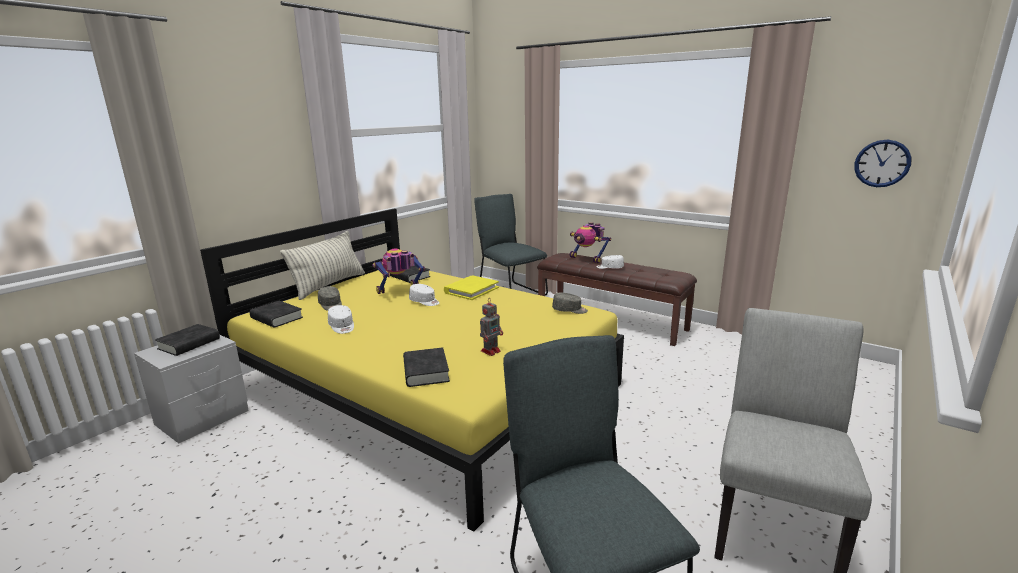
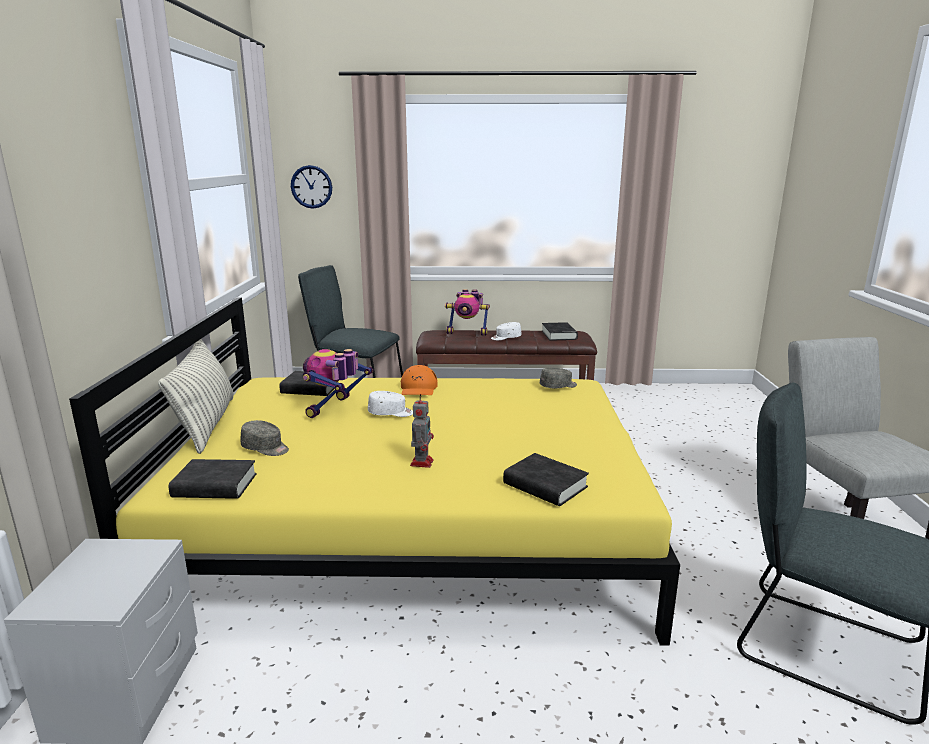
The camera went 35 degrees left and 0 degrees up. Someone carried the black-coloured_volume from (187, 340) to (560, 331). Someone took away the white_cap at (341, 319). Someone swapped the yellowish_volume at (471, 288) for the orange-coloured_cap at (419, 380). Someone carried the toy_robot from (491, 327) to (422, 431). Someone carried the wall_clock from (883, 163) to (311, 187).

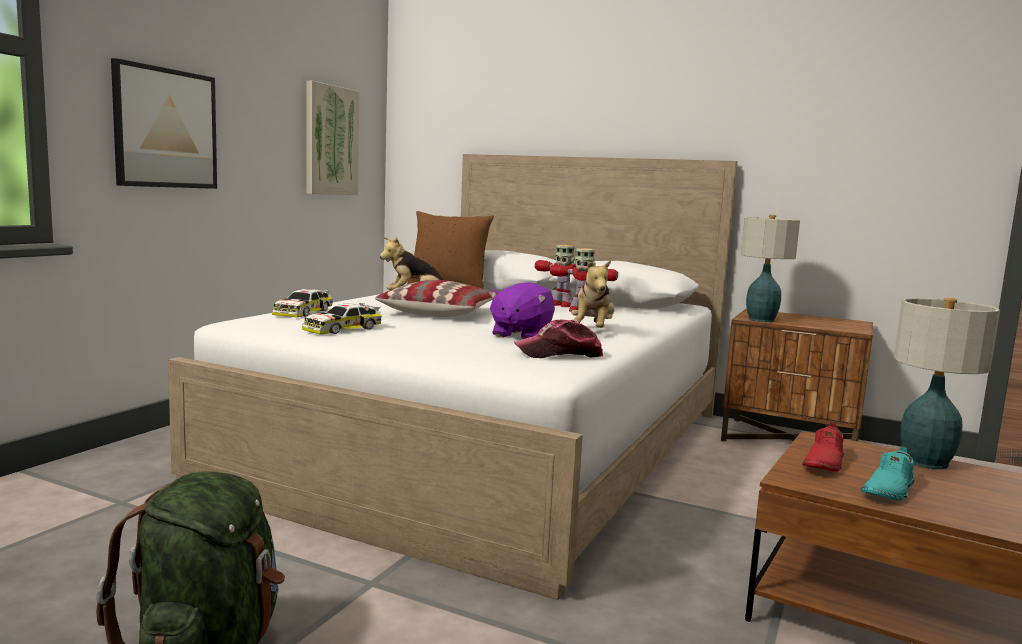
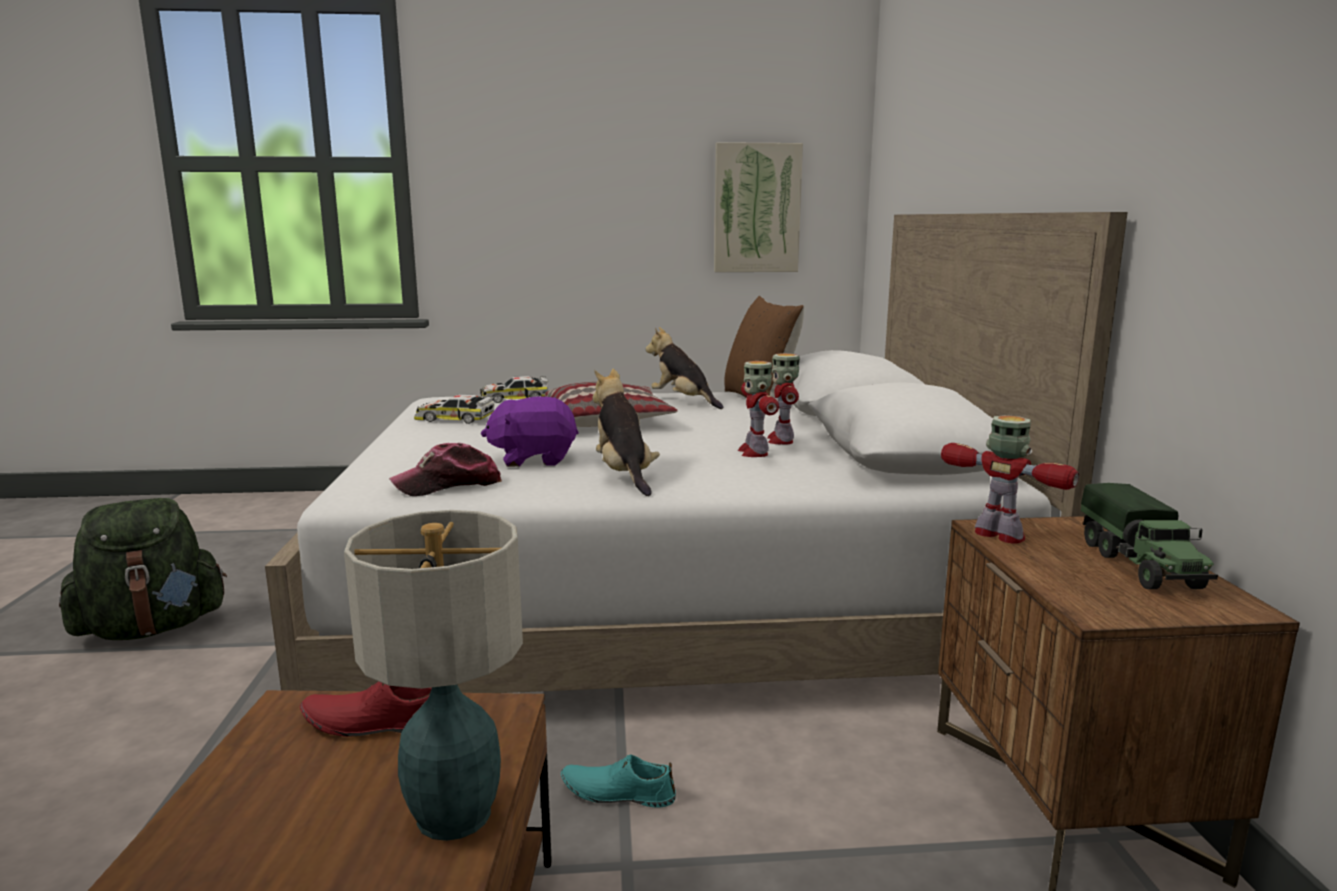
The camera went 60 degrees right and 5 degrees up. Someone took away the picture at (164, 123). Someone rotated the cap at (558, 339) by 75 degrees counterclockwise. Someone rotated the soft_toy at (593, 294) by 90 degrees clockwise. Someone swapped the tabletop_lamp at (770, 268) for the toy_robot at (1010, 479). Someone carried the turquoise_shoe from (887, 473) to (618, 781). Someone put down the toy_truck at (1149, 536).

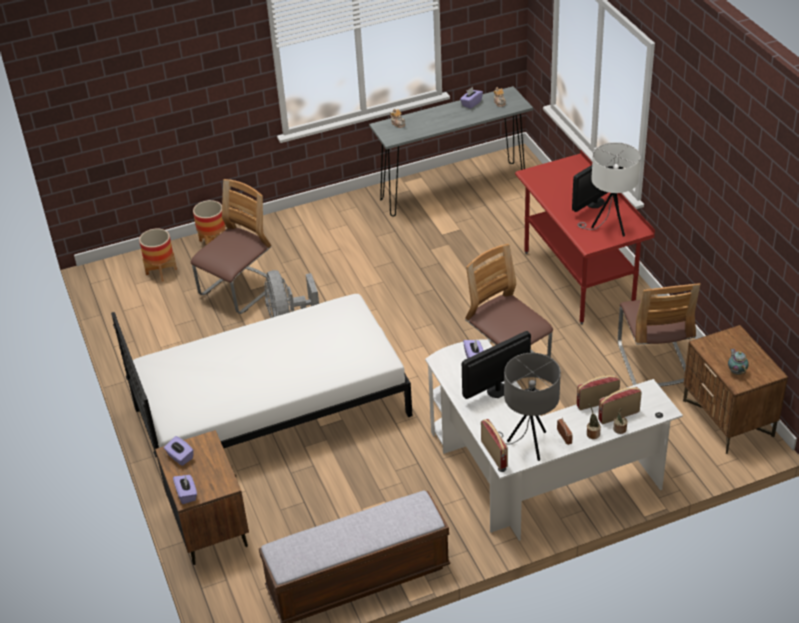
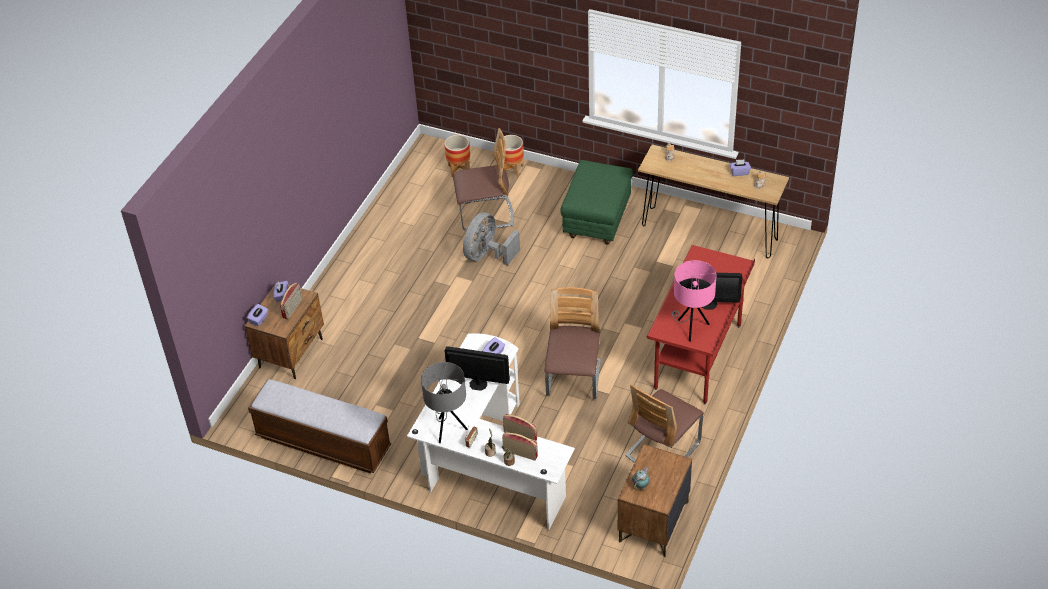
The camera went 45 degrees right and 5 degrees up. Someone took away the white_bedroom_bed at (262, 394). Someone repainted the gray_narrow_table at (451, 151), which became the brown-coloured_narrow_table at (713, 201). Someone carried the radio from (494, 444) to (291, 301). Someone repainted the white_tabletop_lamp at (609, 189), which became the pink-coloured_tabletop_lamp at (694, 300). Someone put down the greenish_ottoman at (596, 202).

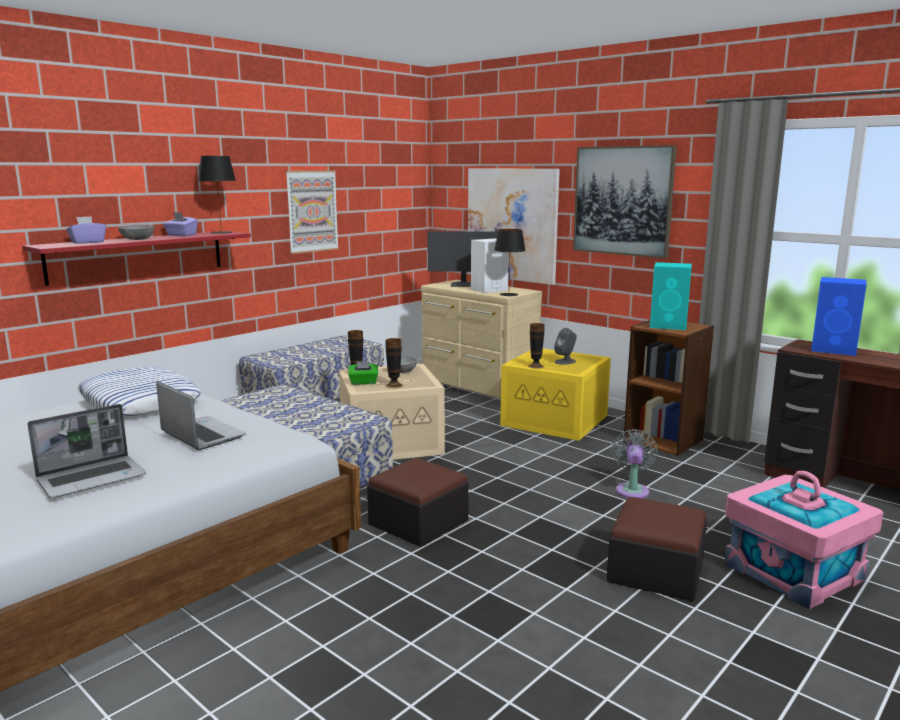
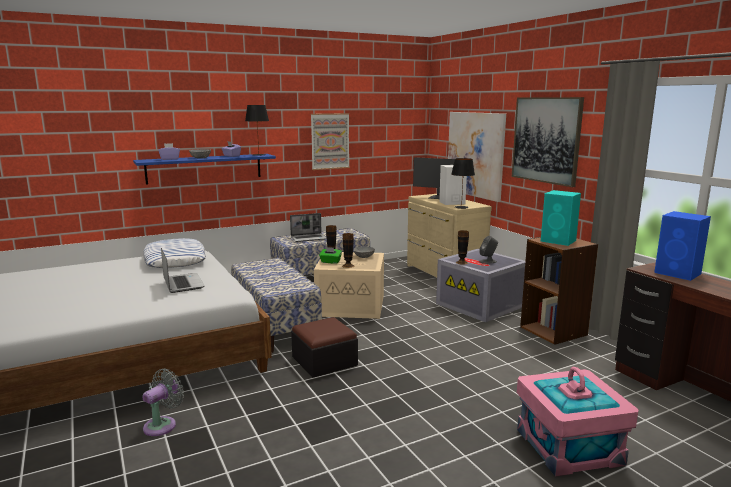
The camera went 20 degrees right and 0 degrees up. Someone repainted the reddish_shelf at (136, 258), which became the bluish_shelf at (204, 169). Someone carried the portable_computer from (86, 451) to (308, 227). Someone repainted the yellowish_storage_box at (555, 395), which became the gray_storage_box at (480, 285). Someone took away the ottoman at (657, 549). Someone carried the gray_fan from (635, 463) to (163, 402).

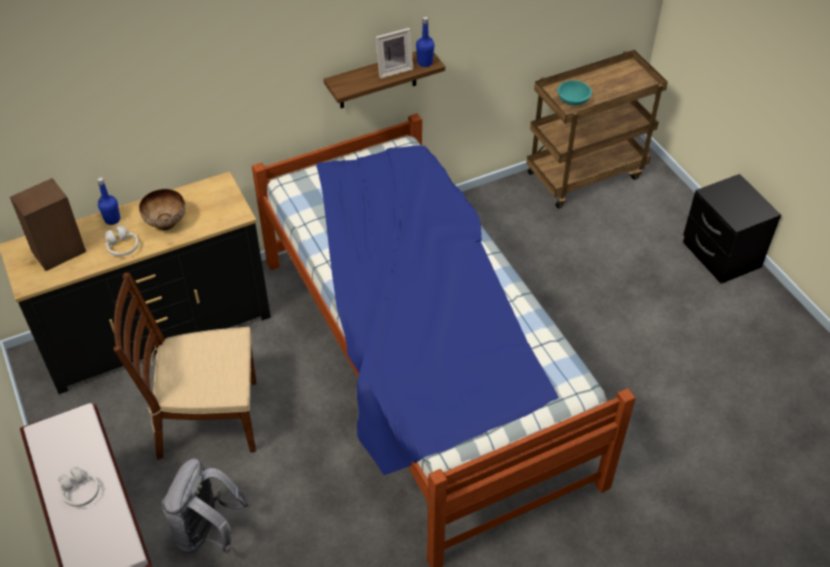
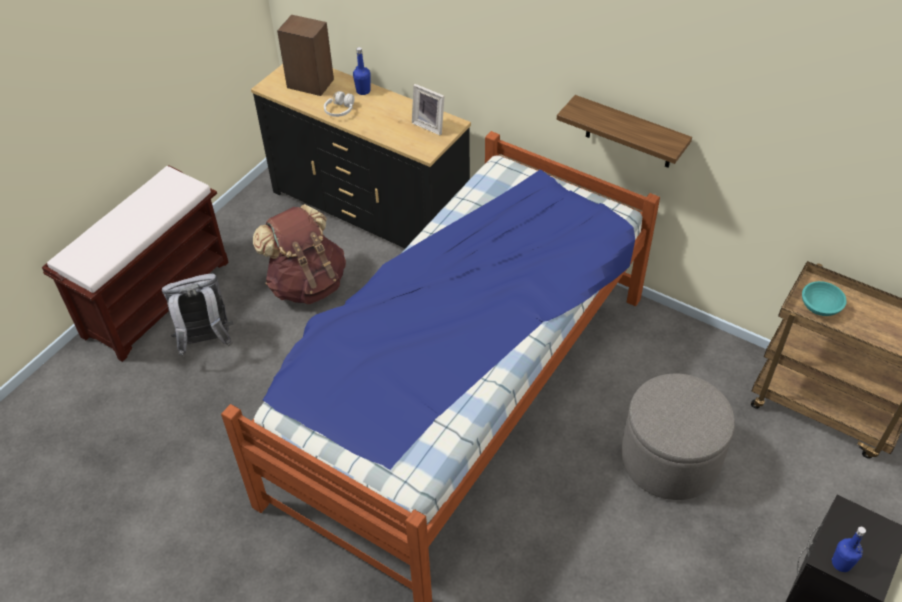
The camera went 60 degrees right and 0 degrees up. Someone took away the white_headset at (78, 487). Someone swapped the brown-coloured_plain_chair at (185, 366) for the brown-coloured_rucksack at (299, 254). Someone took away the bowl at (162, 209). Someone carried the picture_frame from (394, 53) to (428, 109). Someone carried the bluish_beverage_bottle from (425, 41) to (849, 549). Someone put down the gray_ottoman at (678, 436).

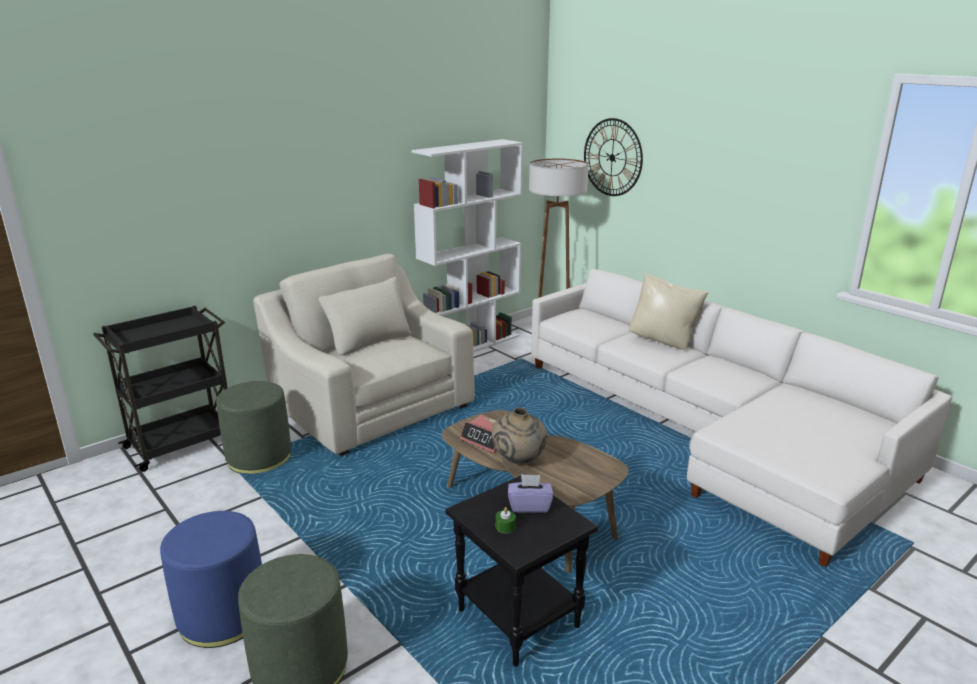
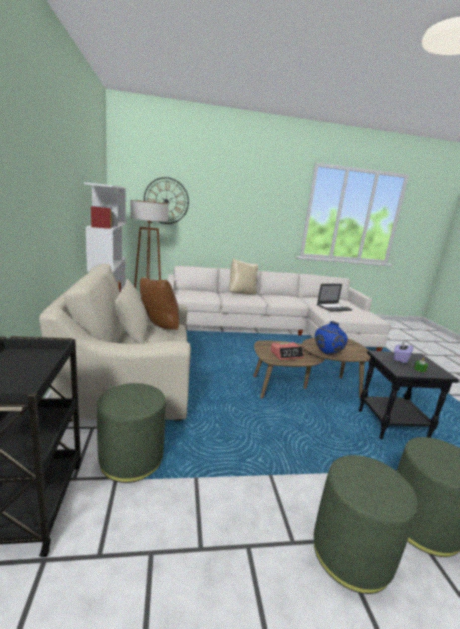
The camera went 60 degrees left and 5 degrees down. Someone repainted the bluish_ottoman at (211, 579), which became the greenish_ottoman at (366, 524). Someone repainted the beige_vase at (519, 435), which became the bluish_vase at (331, 338). Someone put down the brown-coloured_cushion at (160, 303). Someone put down the portable_computer at (335, 298).

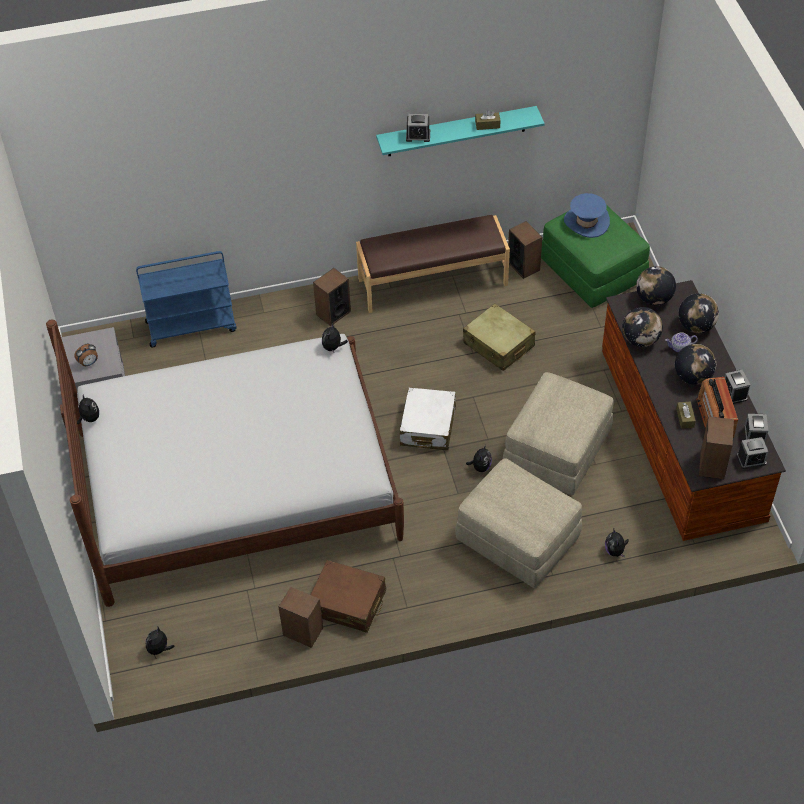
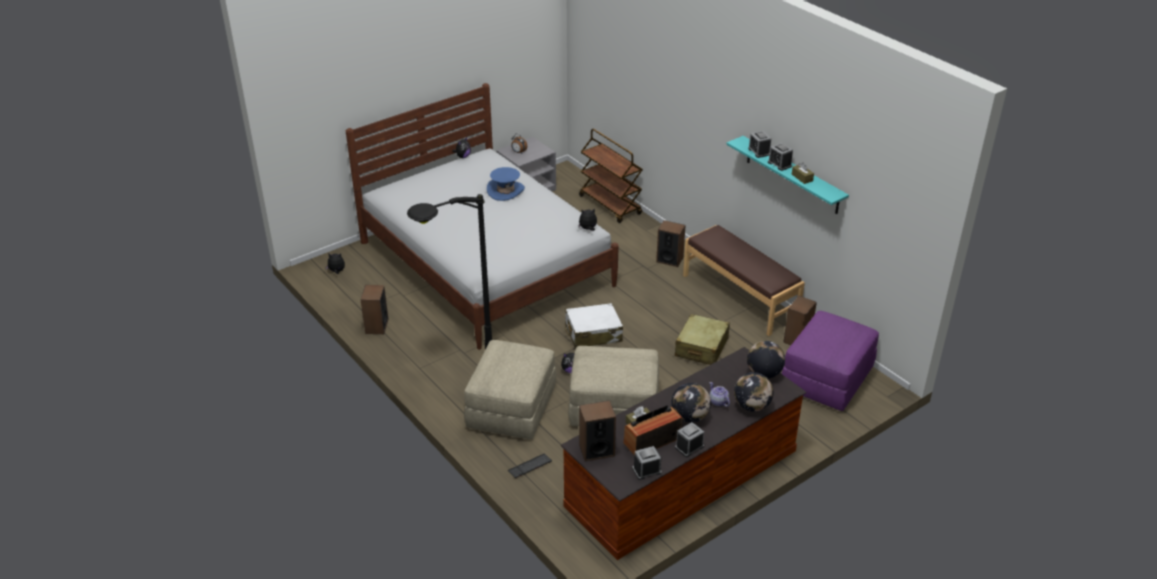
The camera went 65 degrees right and 15 degrees down. Someone repainted the bluish_wheeled_cart at (186, 299), which became the brown-coloured_wheeled_cart at (611, 176). Someone took away the brown-coloured_piece_of_luggage at (348, 596). Someone repainted the greenish_ottoman at (595, 256), which became the purplish_ottoman at (830, 361). Someone carried the bluish_clothing_hat from (587, 215) to (506, 184). Someone swapped the soft_toy at (617, 543) for the keyboard at (529, 466). Someone took away the world_globe at (642, 327). Someone carried the bedside_clock from (753, 453) to (780, 157). Someone put down the black-coloured_standard_lamp at (450, 271).

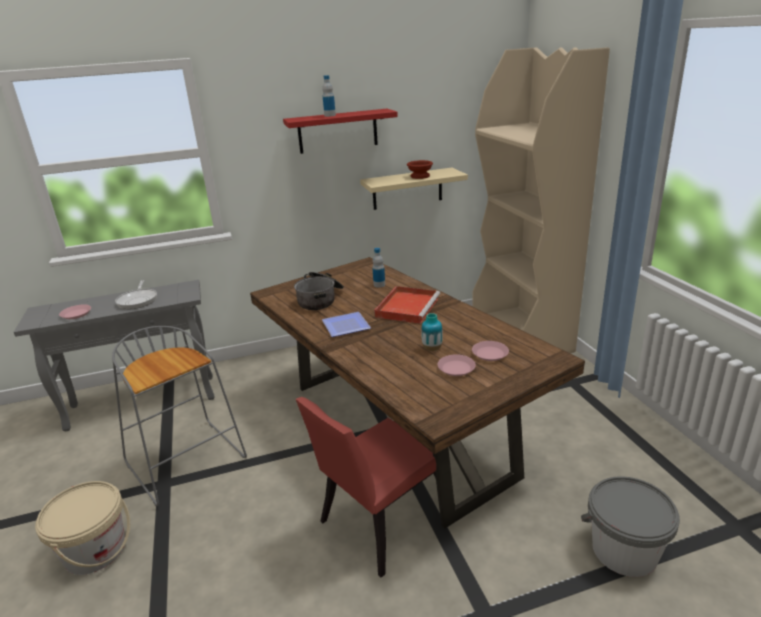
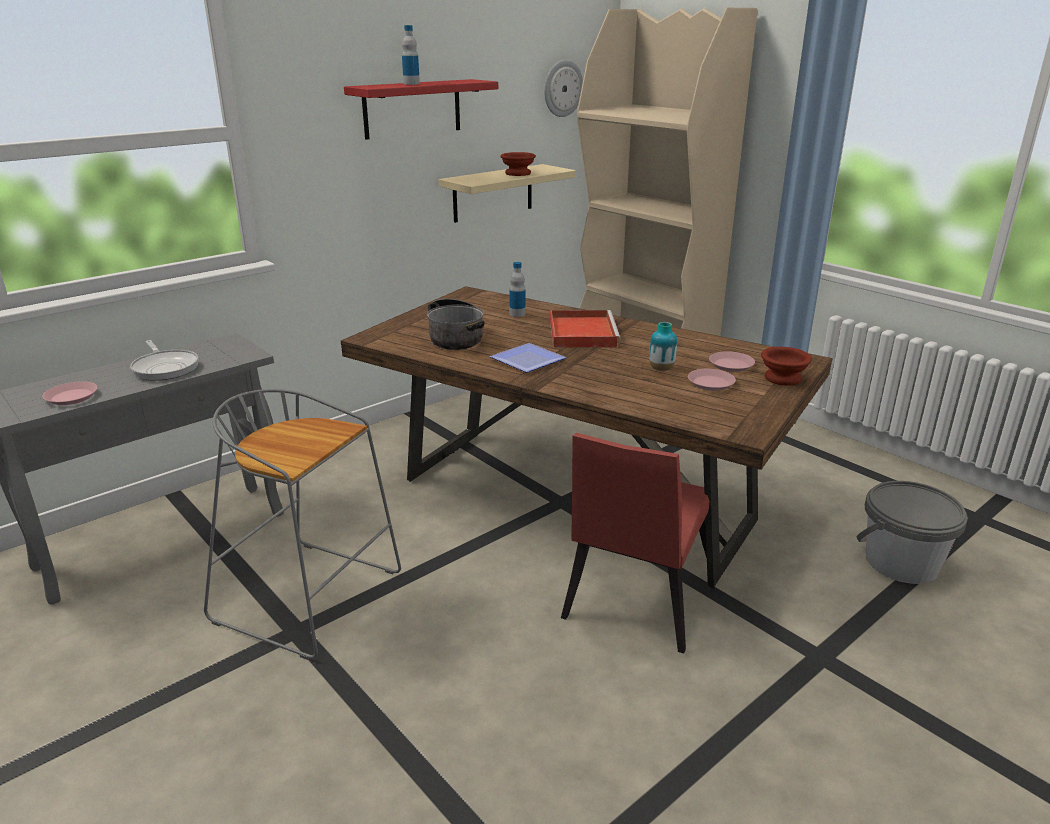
The camera went 25 degrees left and 0 degrees up. Someone took away the beige_water_bucket at (82, 528). Someone put up the wall_clock at (563, 88). Someone put down the brown-coloured_bowl at (786, 366).

